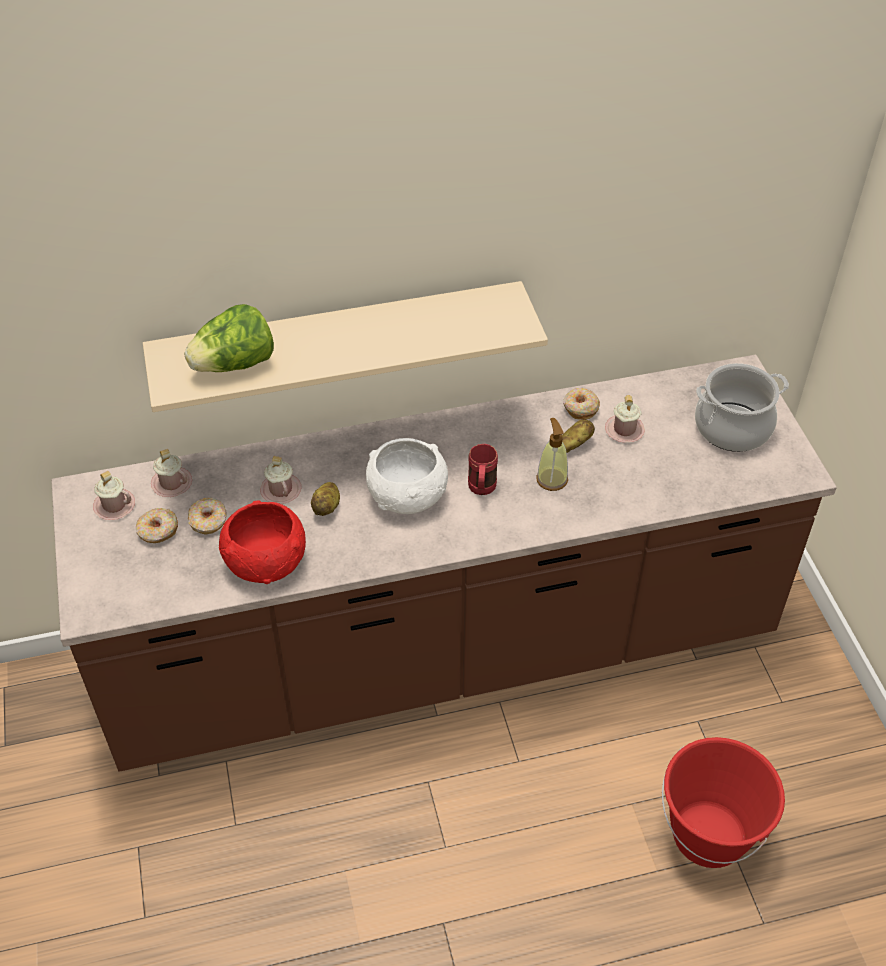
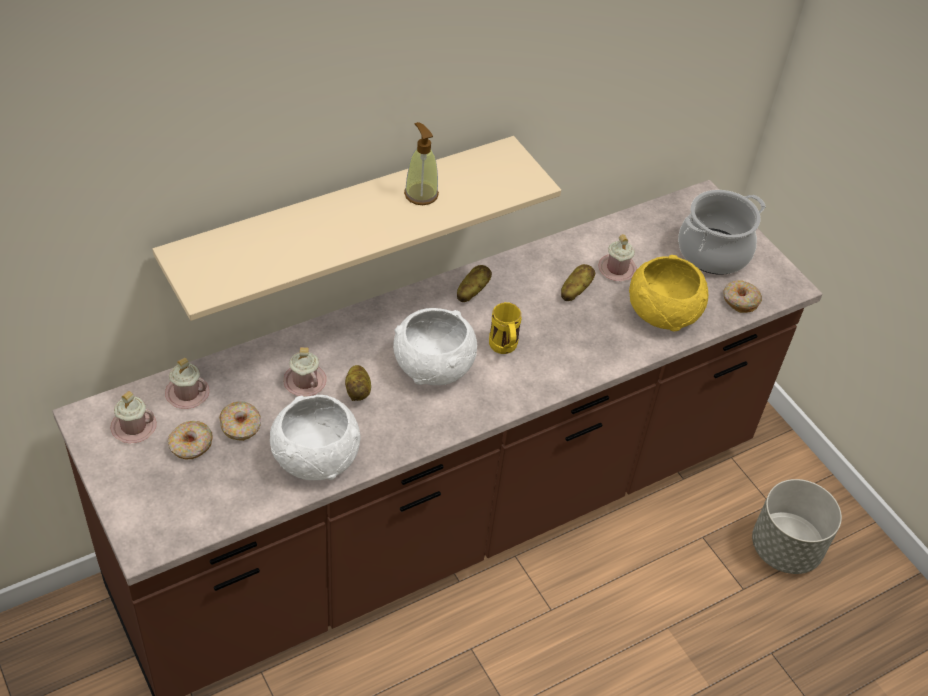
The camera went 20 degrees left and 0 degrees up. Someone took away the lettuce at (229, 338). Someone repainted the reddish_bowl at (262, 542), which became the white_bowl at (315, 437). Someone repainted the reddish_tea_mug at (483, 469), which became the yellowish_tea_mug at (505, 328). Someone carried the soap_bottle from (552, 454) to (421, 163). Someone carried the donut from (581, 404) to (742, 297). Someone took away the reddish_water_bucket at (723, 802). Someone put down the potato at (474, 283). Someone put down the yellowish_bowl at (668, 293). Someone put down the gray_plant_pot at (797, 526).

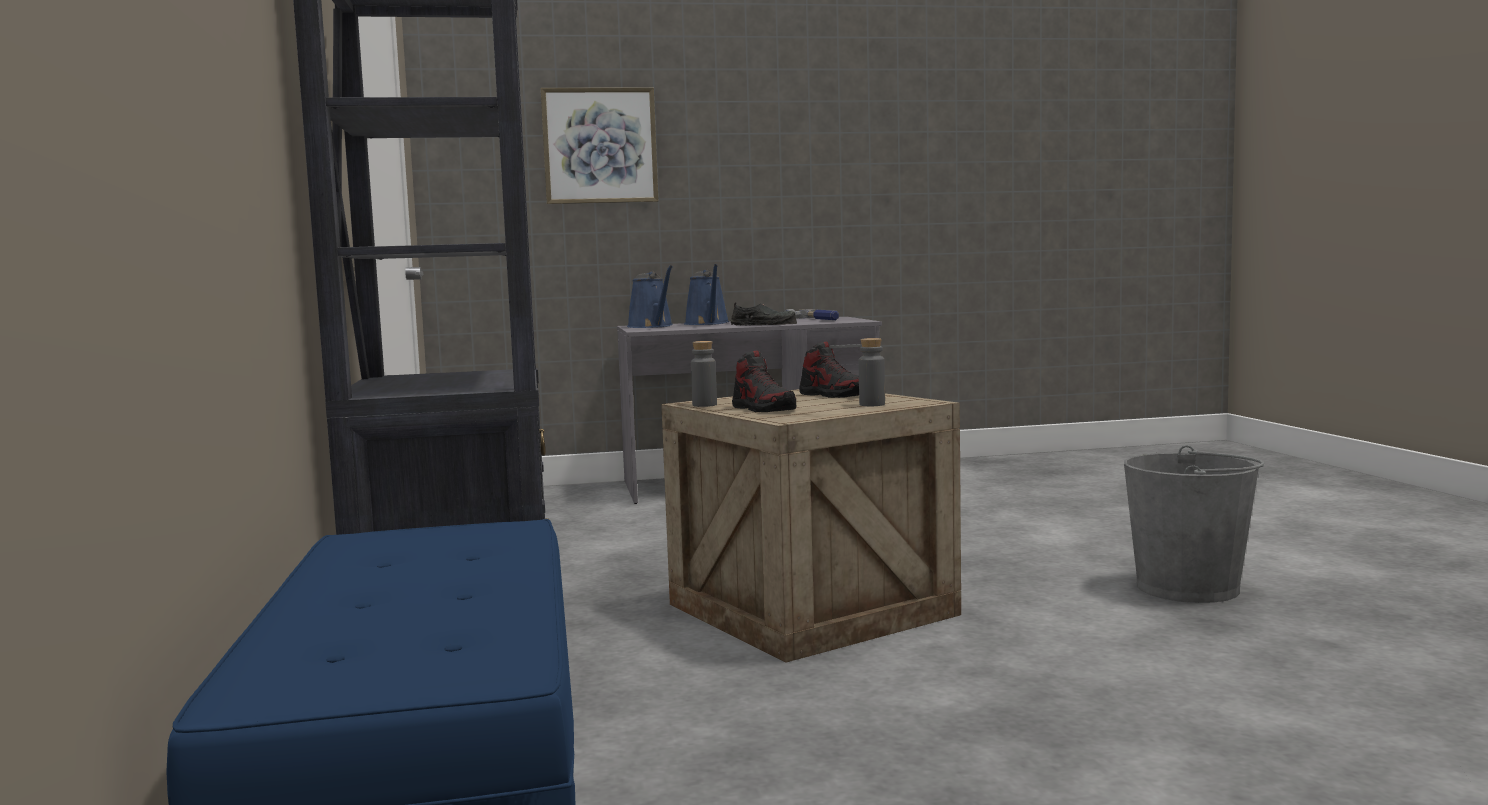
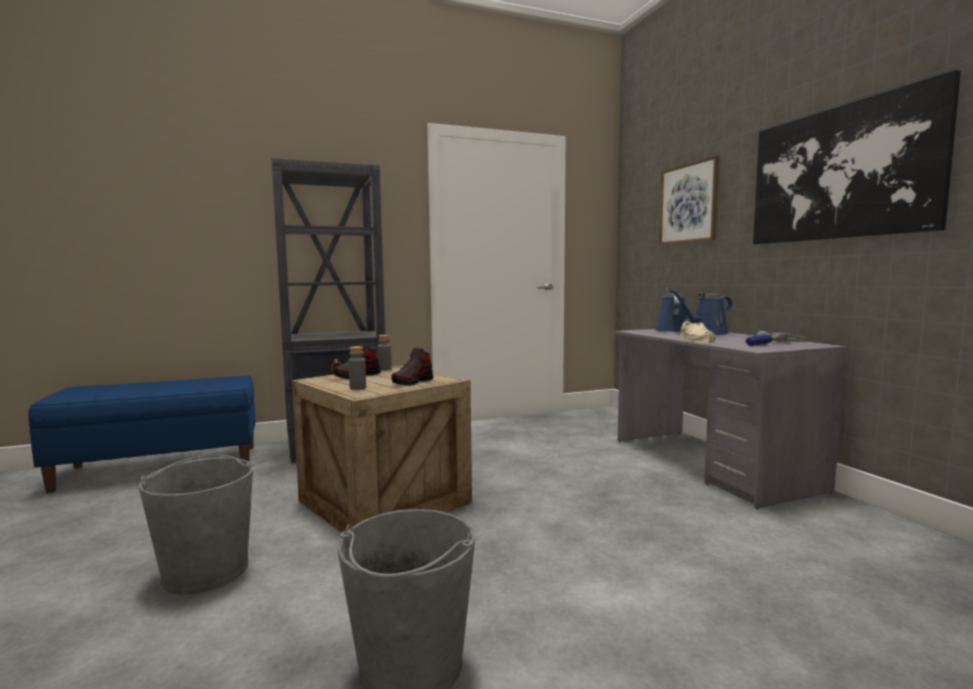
The camera went 80 degrees right and 0 degrees up. Someone rotated the bluish_watering_pot at (650, 296) by 135 degrees clockwise. Someone repainted the black-coloured_shoe at (764, 313), which became the beige_shoe at (697, 331). Someone put down the gray_water_bucket at (196, 525). Someone put up the picture at (857, 157).

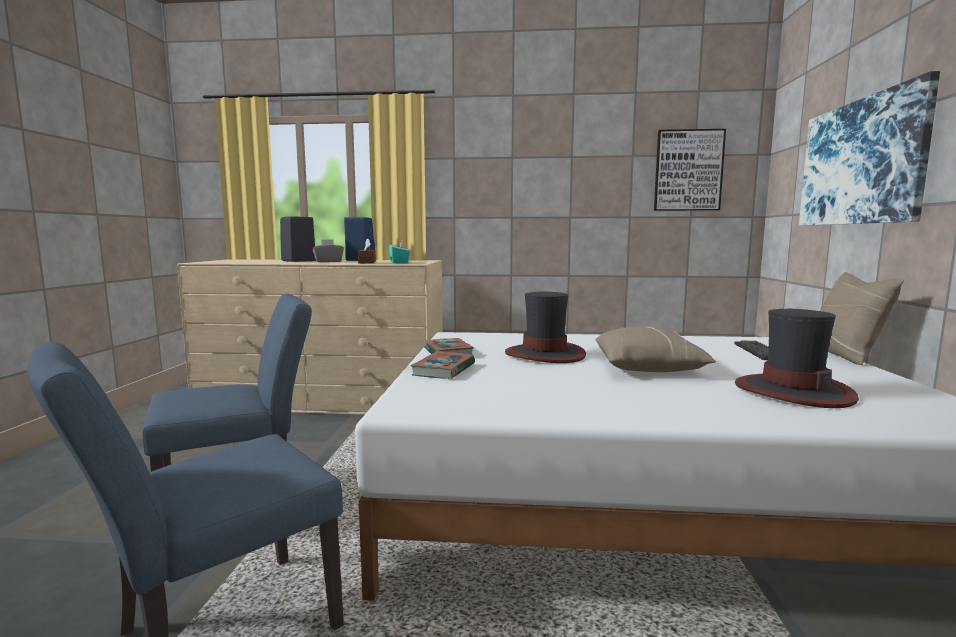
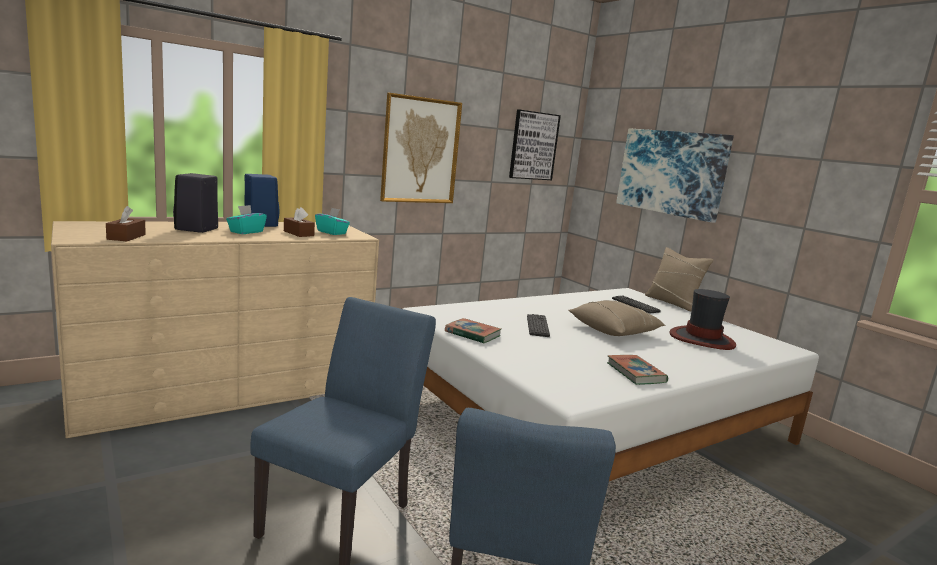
The camera went 40 degrees left and 5 degrees up. Someone repainted the gray_box_of_tissues at (328, 250), which became the turquoise_box_of_tissues at (246, 219). Someone carried the volume from (442, 365) to (637, 370). Someone swapped the clothing_hat at (545, 327) for the keyboard at (538, 325). Someone put down the brown-coloured_box_of_tissues at (126, 223). Someone put up the picture at (421, 148).

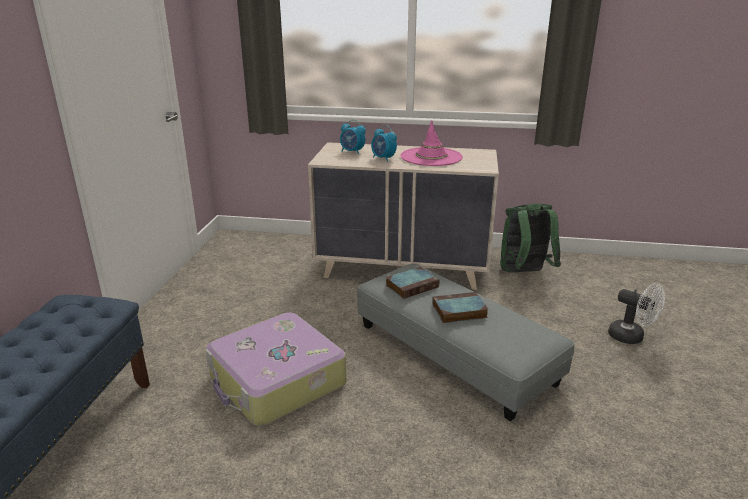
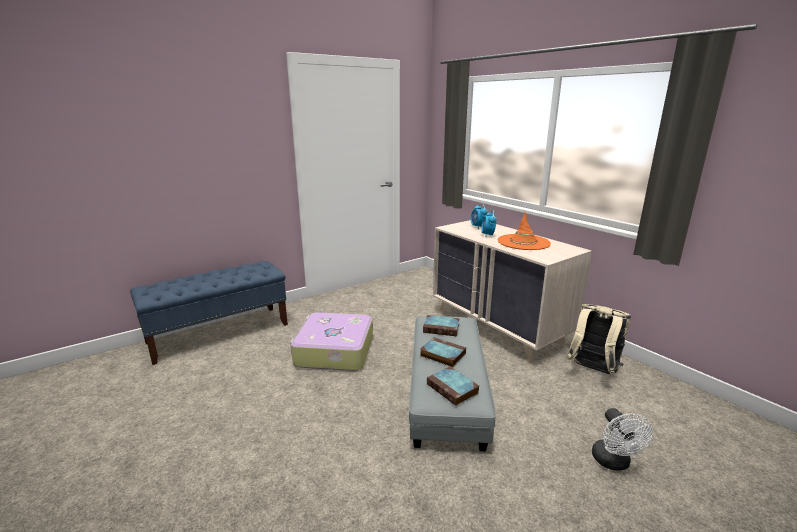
The camera went 45 degrees right and 5 degrees down. Someone repainted the pink-coloured_clothing_hat at (431, 143), which became the orange-coloured_clothing_hat at (524, 231). Someone repainted the greenish_rucksack at (530, 237), which became the beige_rucksack at (598, 339). Someone put down the volume at (453, 386).

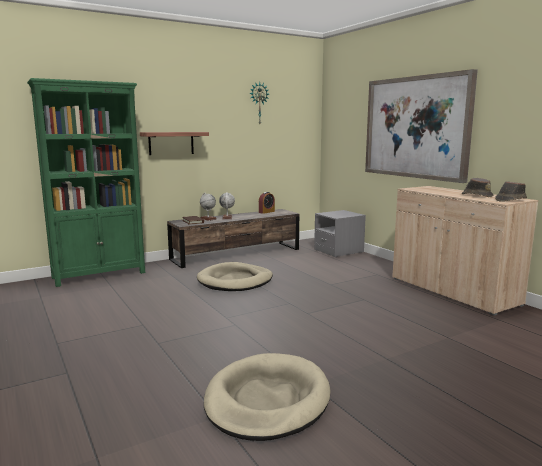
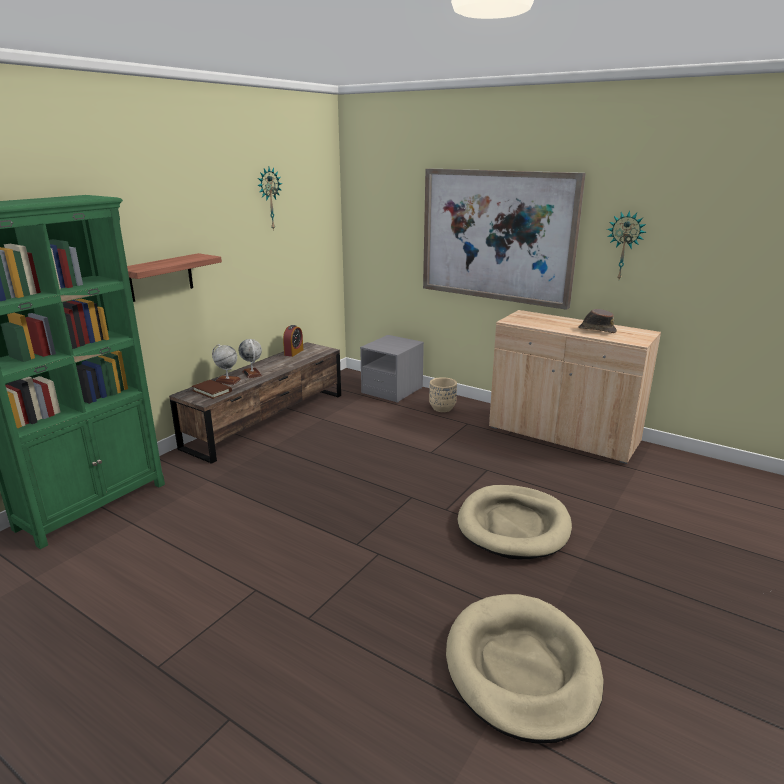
The camera went 25 degrees left and 10 degrees up. Someone carried the beige_dog_bed from (235, 276) to (515, 522). Someone took away the brown-coloured_clothing_hat at (511, 191). Someone put down the beige_plant_pot at (443, 394). Someone put up the wall_clock at (626, 244).

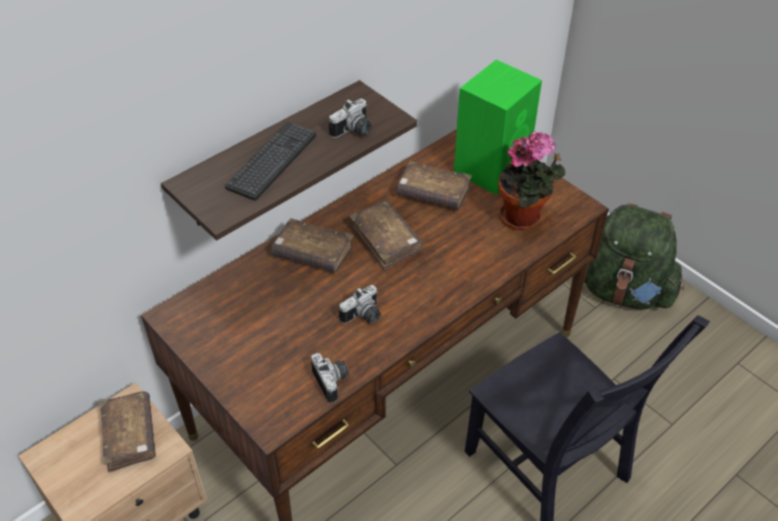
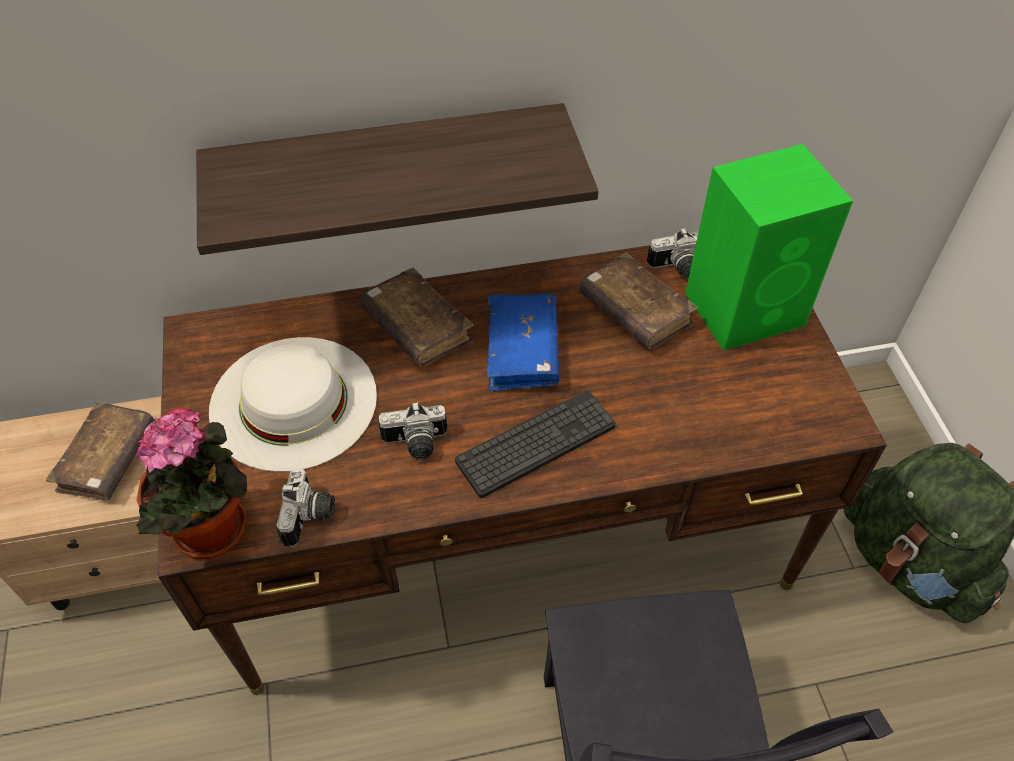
The camera went 30 degrees right and 5 degrees up. Someone carried the keyboard from (270, 161) to (535, 444). Someone carried the photo_camera from (350, 118) to (672, 252). Someone repainted the brown-coloured_volume at (386, 235), which became the bluish_volume at (523, 343). Someone carried the potted_plant from (531, 180) to (191, 483). Someone put down the white_clothing_hat at (293, 404).

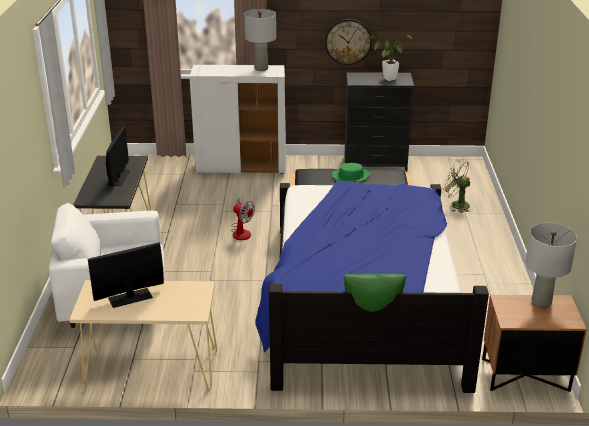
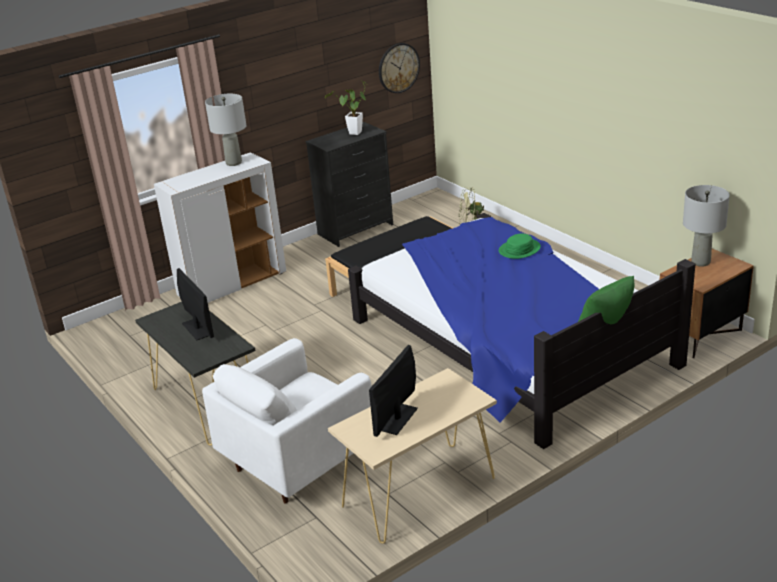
The camera went 35 degrees left and 0 degrees up. Someone took away the fan at (243, 219). Someone carried the wall_clock from (348, 42) to (399, 68). Someone carried the greenish_clothing_hat from (351, 172) to (520, 246).

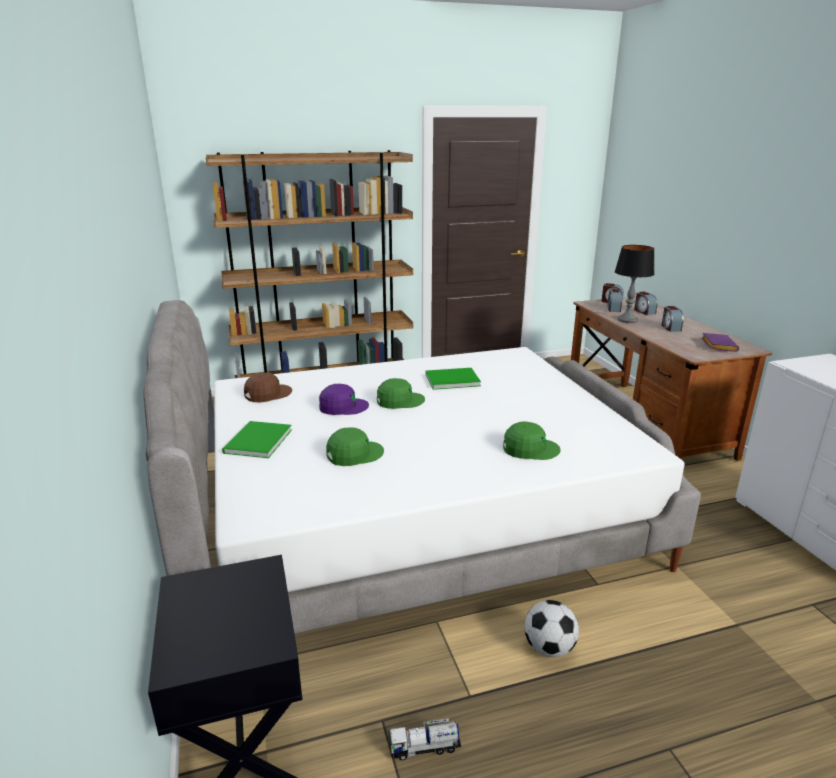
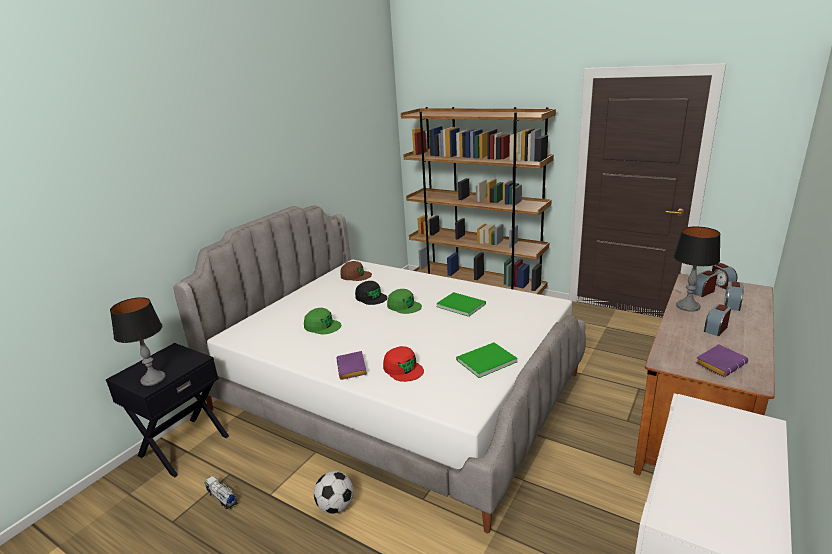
The camera went 50 degrees right and 0 degrees up. Someone carried the greenish_volume from (257, 439) to (486, 360). Someone repainted the purplish_cap at (344, 399), which became the black-coloured_cap at (371, 293). Someone repainted the greenish_cap at (532, 441), which became the reddish_cap at (403, 364). Someone put down the tabletop_lamp at (138, 341). Someone put down the purplish_volume at (352, 365).

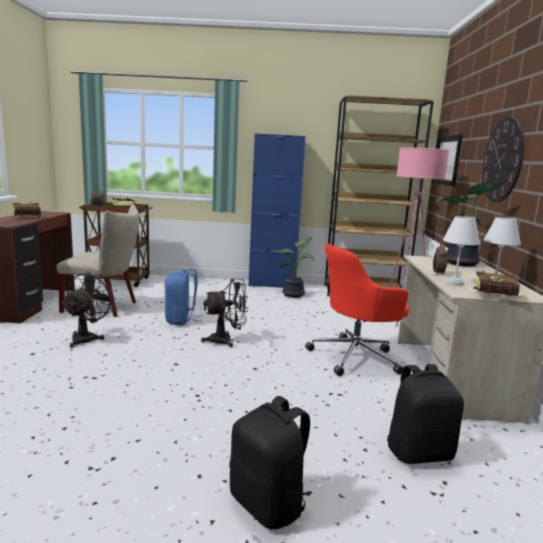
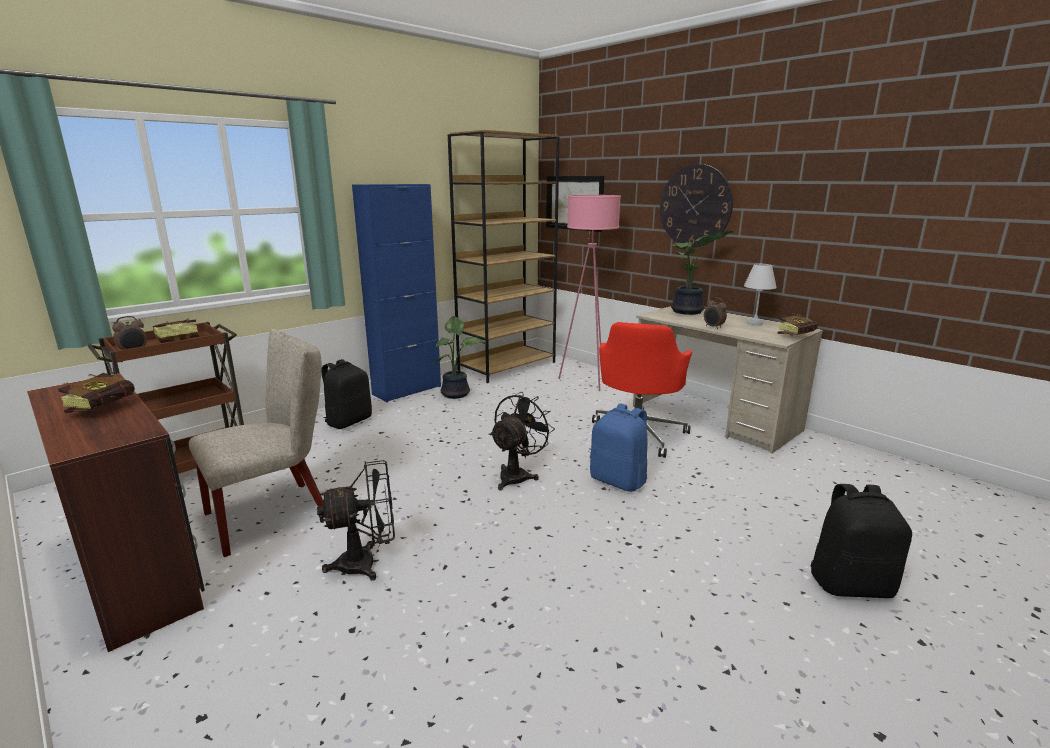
The camera went 45 degrees left and 5 degrees up. Someone rotated the black-coloured_fan at (89, 310) by 105 degrees clockwise. Someone carried the bluish_rucksack from (184, 297) to (618, 447). Someone carried the black-coloured_rucksack from (425, 414) to (346, 394). Someone took away the white_tabletop_lamp at (461, 251).

